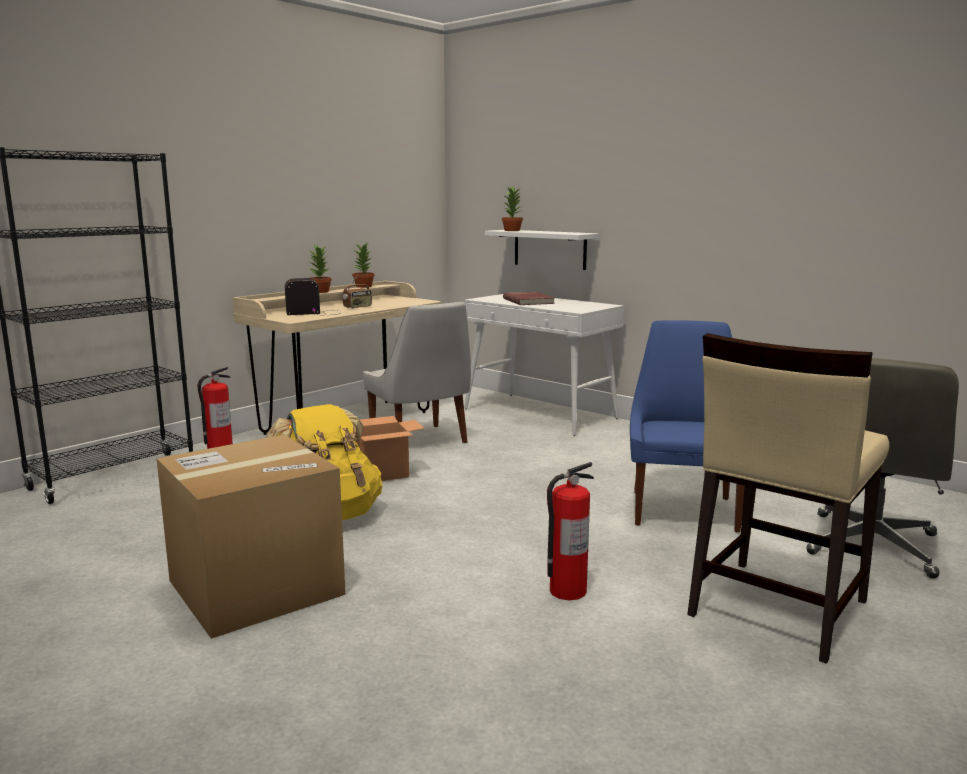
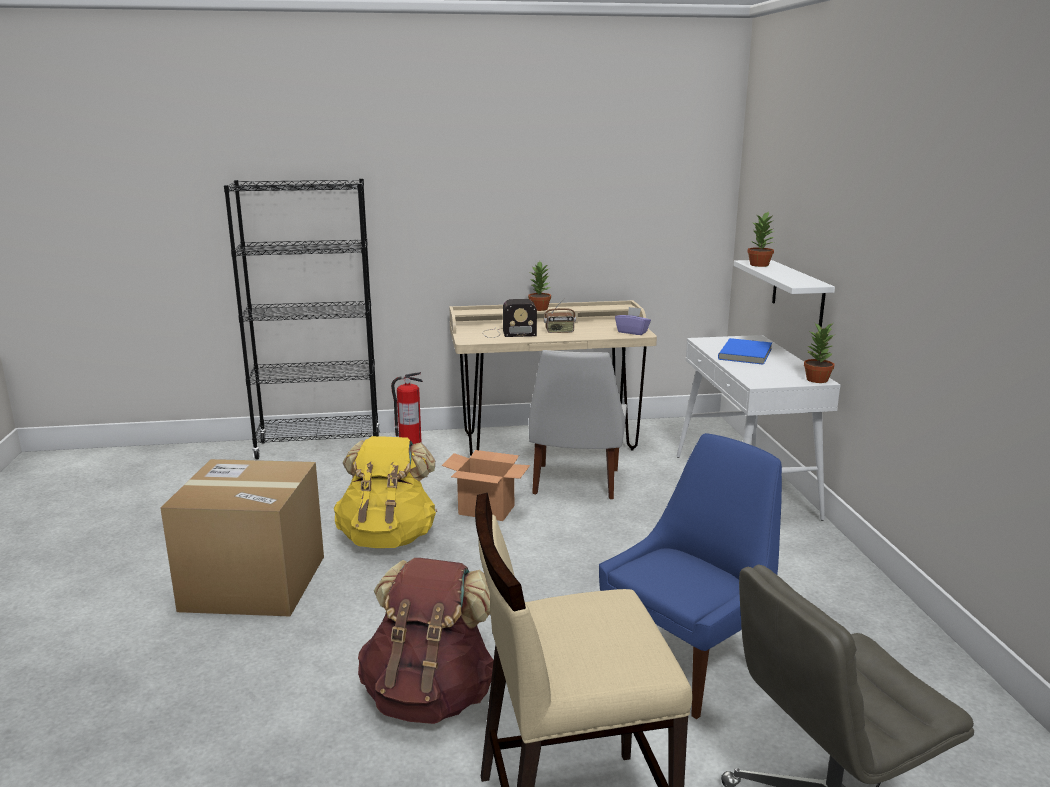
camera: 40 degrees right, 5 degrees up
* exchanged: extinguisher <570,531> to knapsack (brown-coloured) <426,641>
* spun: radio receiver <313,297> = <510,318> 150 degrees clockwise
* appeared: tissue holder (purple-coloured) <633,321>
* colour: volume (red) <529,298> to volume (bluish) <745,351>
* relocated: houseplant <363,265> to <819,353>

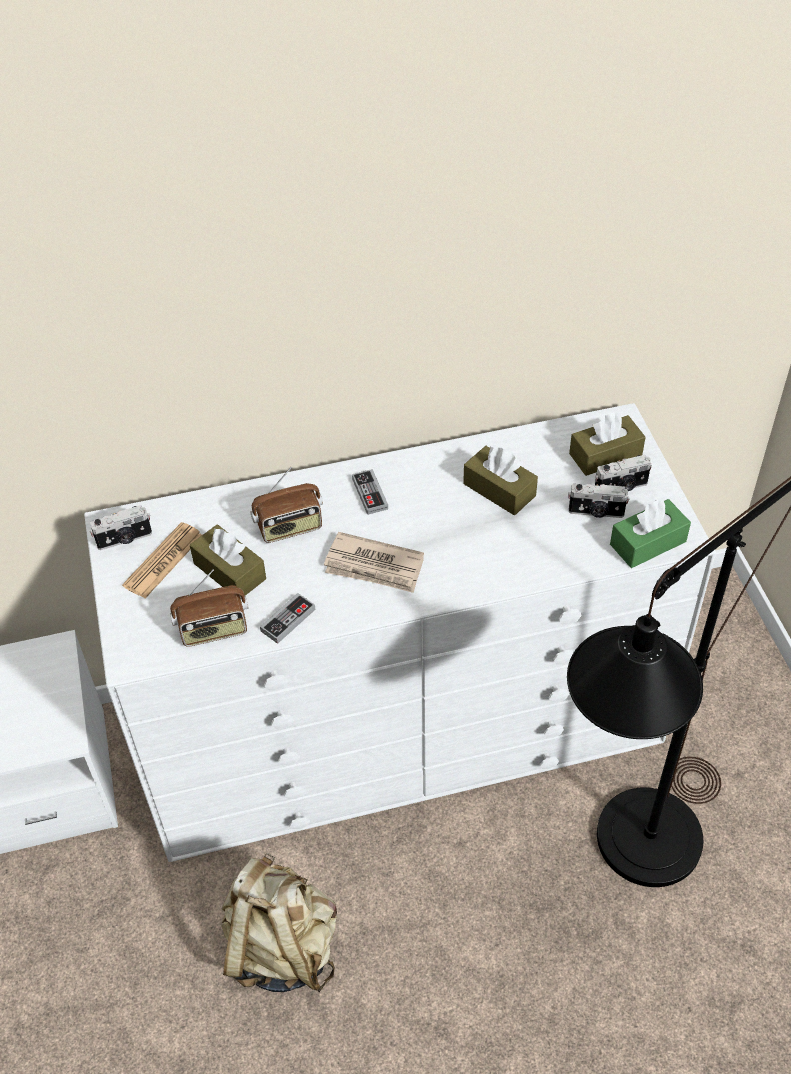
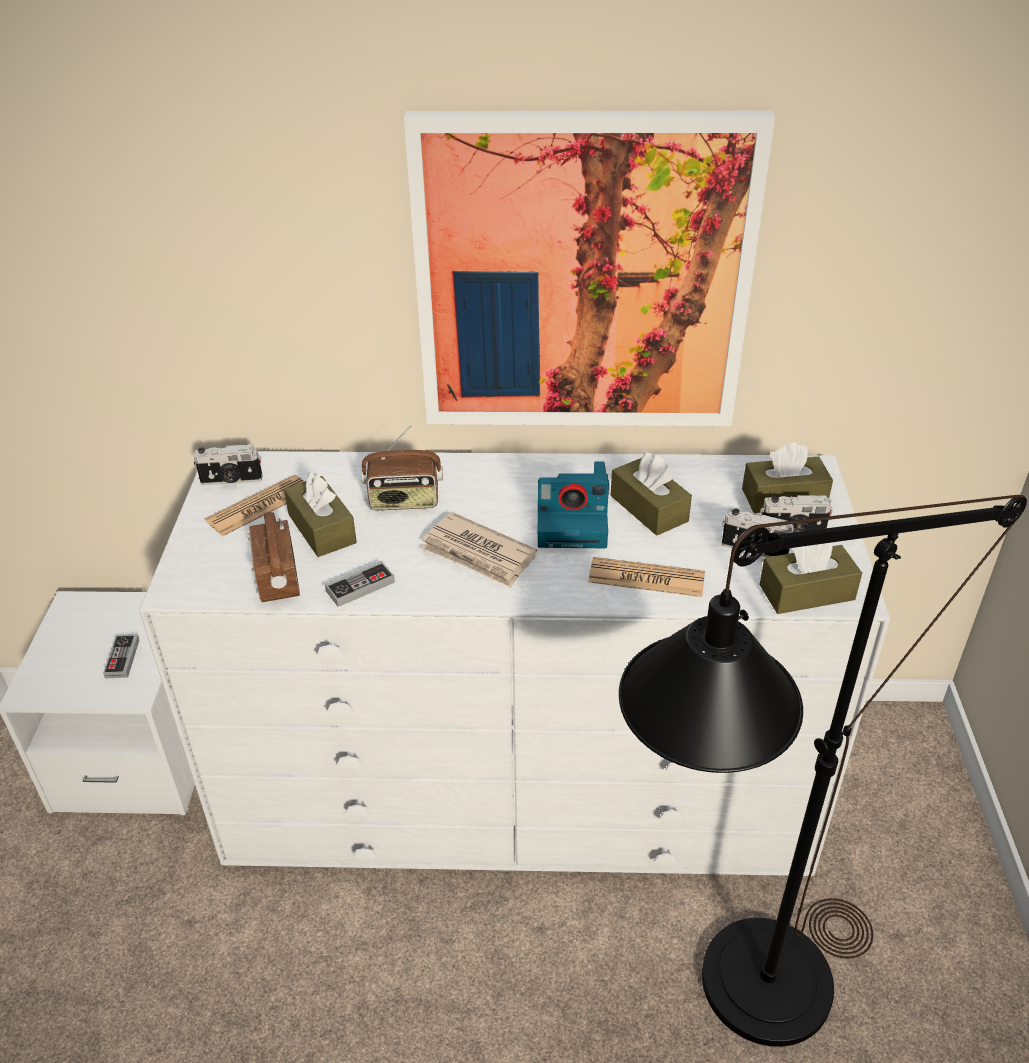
camera: 15 degrees right, 10 degrees down
* relocated: game controller <370,492> to <121,656>
* spun: radio receiver <209,608> = <273,557> 75 degrees clockwise
* appeared: picture <589,268>
* appeared: photo camera <573,504>
* appeared: newspaper <646,577>
* colour: tissue holder (green-coloured) <650,533> to tissue holder (brown-coloured) <810,578>
* missing: knapsack (sand-coloured) <279,922>

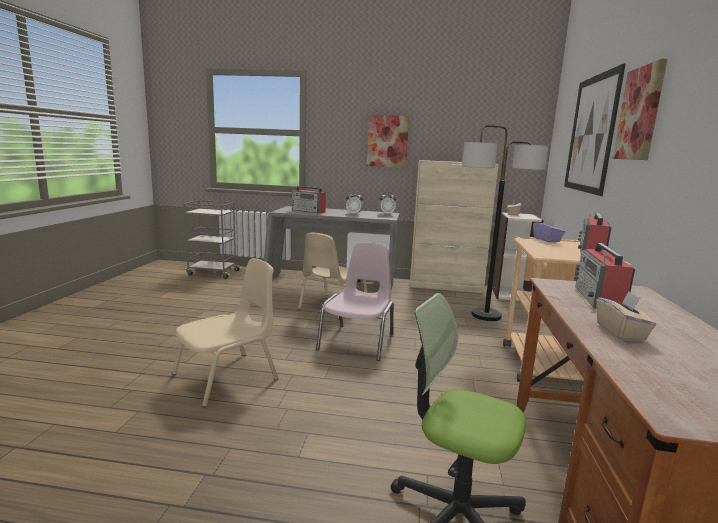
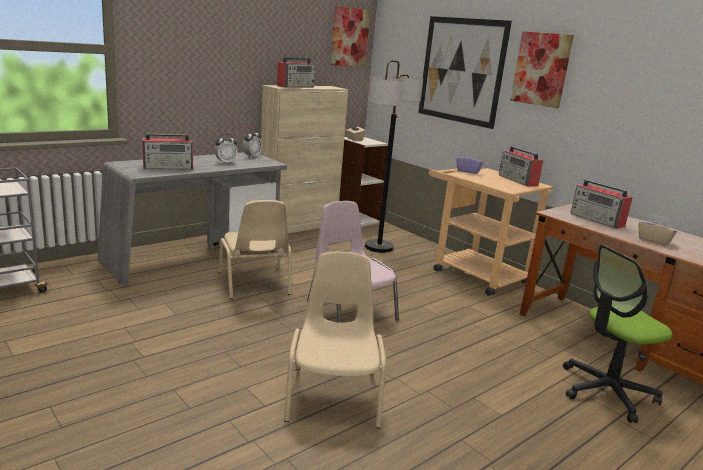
camera: 50 degrees left, 5 degrees up
* appeared: radio receiver <296,73>
* relocated: picture <388,141> to <350,36>

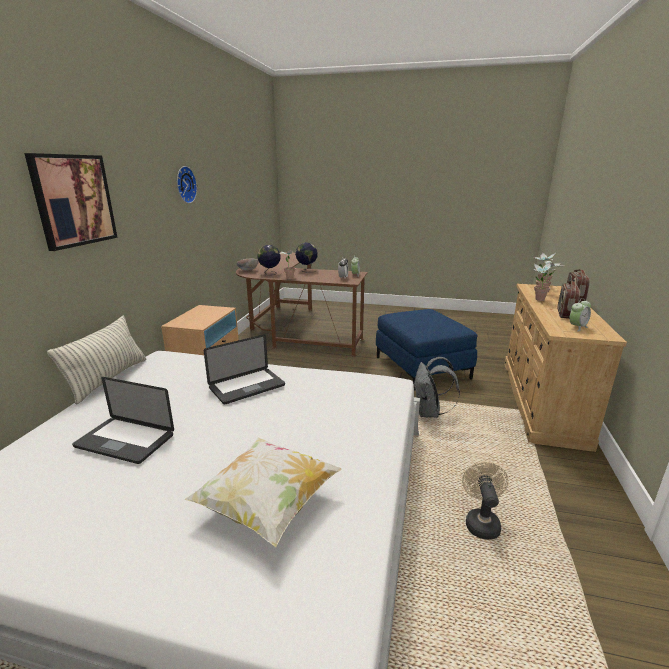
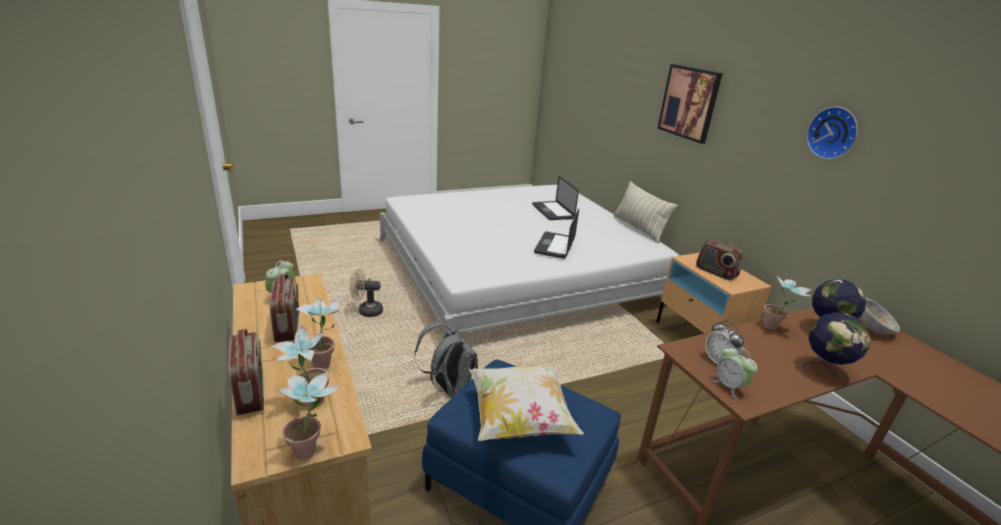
camera: 140 degrees right, 5 degrees up
* spun: fan (sand-coloured) <485,501> = <366,293> 120 degrees clockwise
* relocated: cushion <262,492> to <526,403>
* spun: laptop <123,420> = <555,198> 90 degrees counterclockwise
* appeared: radio receiver <719,260>

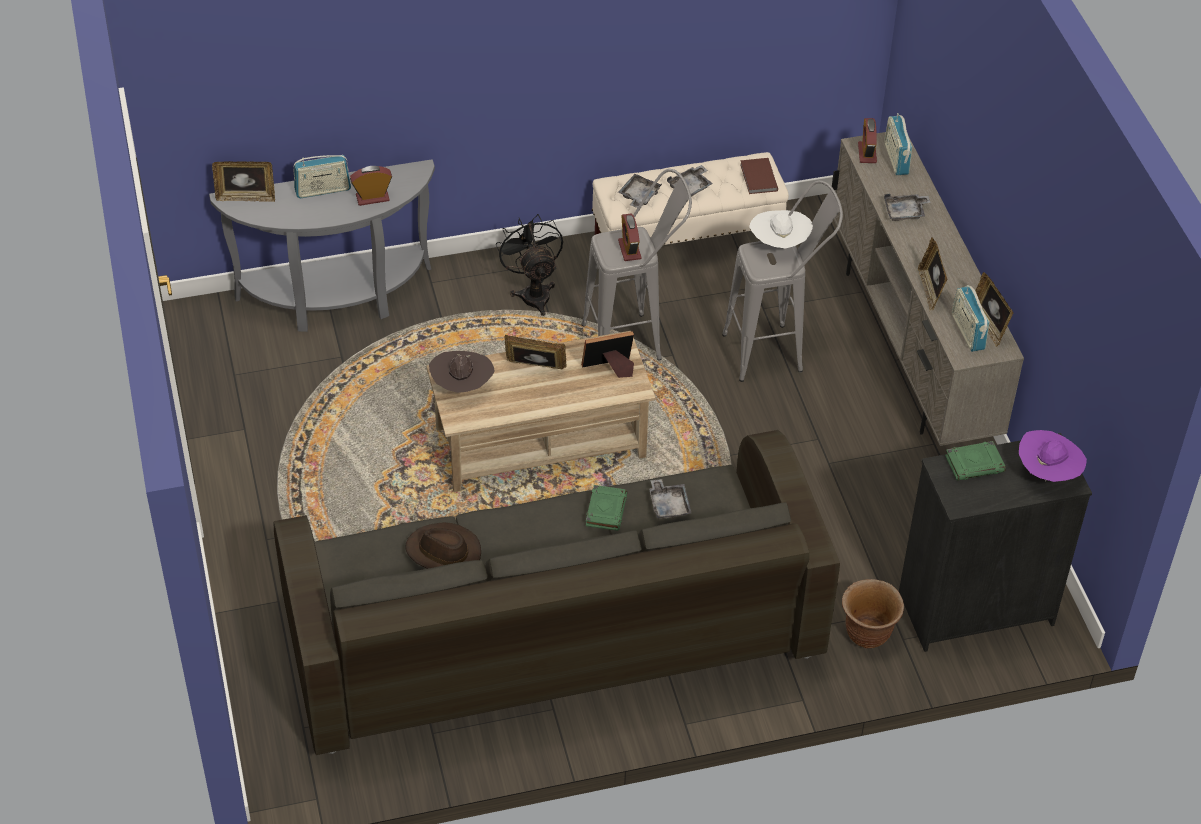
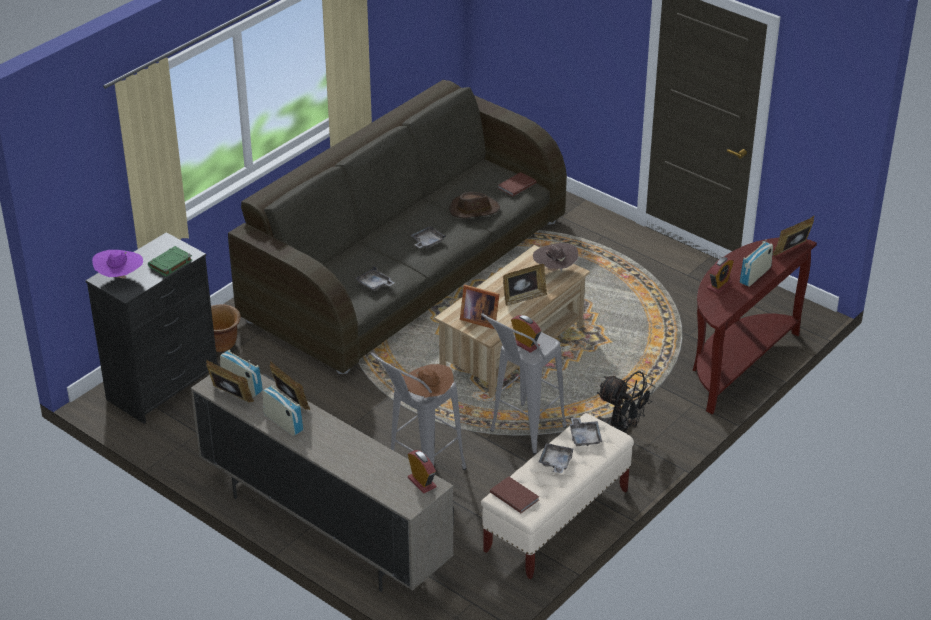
camera: 145 degrees right, 10 degrees down
* relocated: radio receiver <898,144> to <283,410>
* colour: clothing hat (white-coloured) <781,230> to clothing hat (brown-coloured) <429,381>
* relocated: tray (greyish) <907,207> to <428,237>
* spun: standing frame <607,354> = <479,307> 75 degrees clockwise
* appeared: volume (brown-coloured) <517,184>
* colour: console table (greyish) <322,245> to console table (brown-coloured) <755,326>
* missing: volume (green-coloured) <607,508>

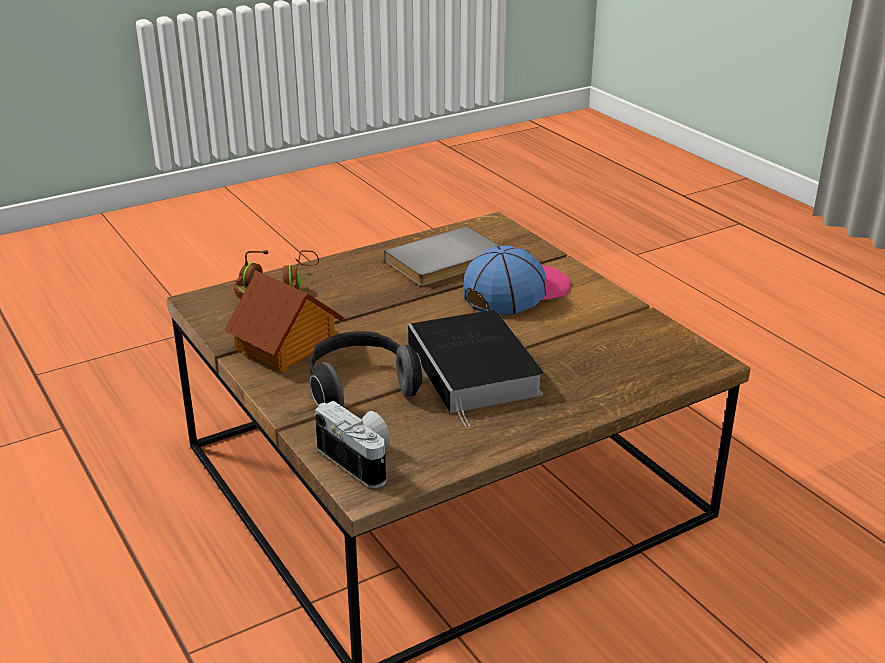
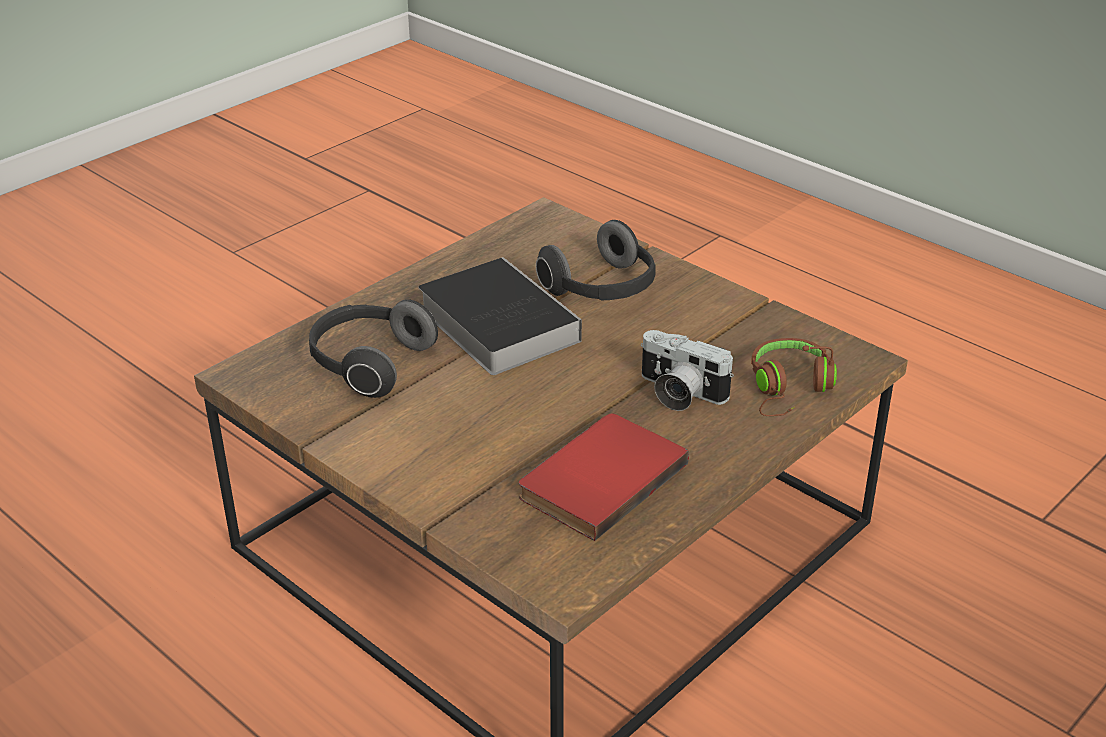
camera: 165 degrees right, 5 degrees up
* appeared: headset <373,348>
* colour: volume (greyish) <441,256> to volume (red) <604,477>
* relocated: photo camera <353,444> to <687,370>
* missing: toy house <284,321>
* missing: peaked cap <517,280>

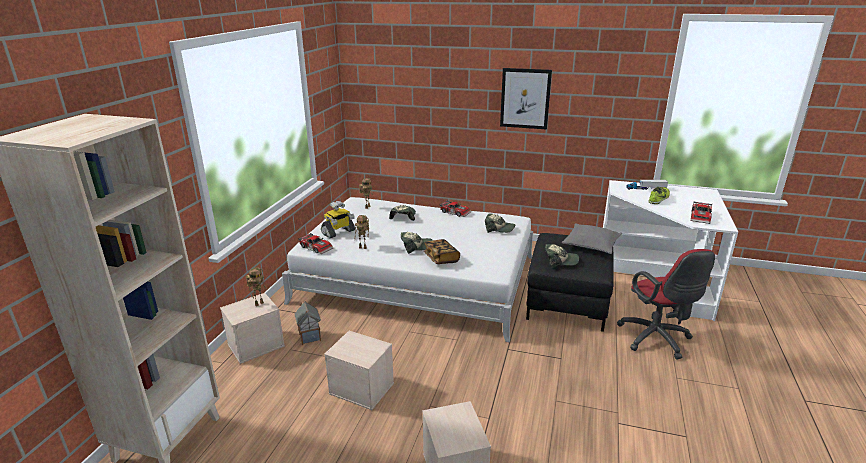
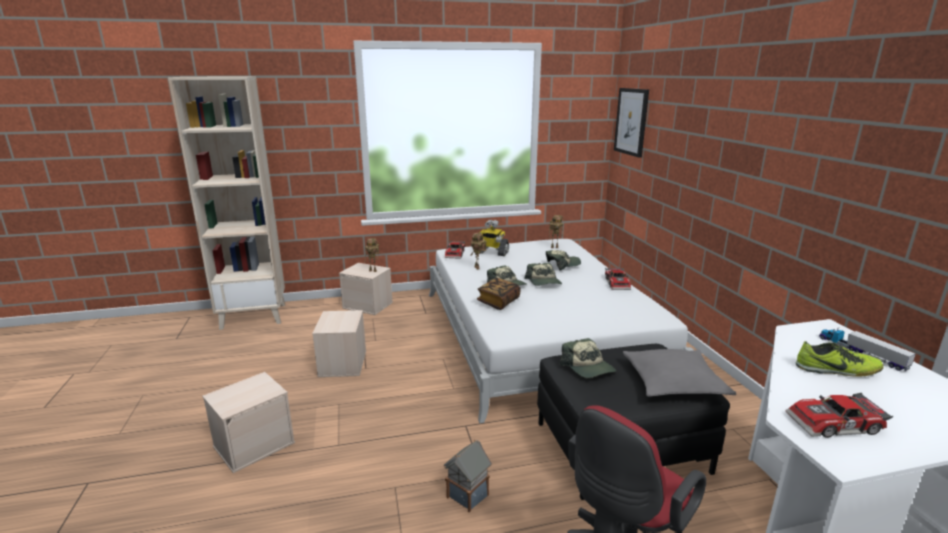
camera: 60 degrees right, 5 degrees down
* relocated: toy house <308,323> to <468,476>
* relocated: peaked cap <500,223> to <543,274>
* relocated: picture <526,99> to <631,123>

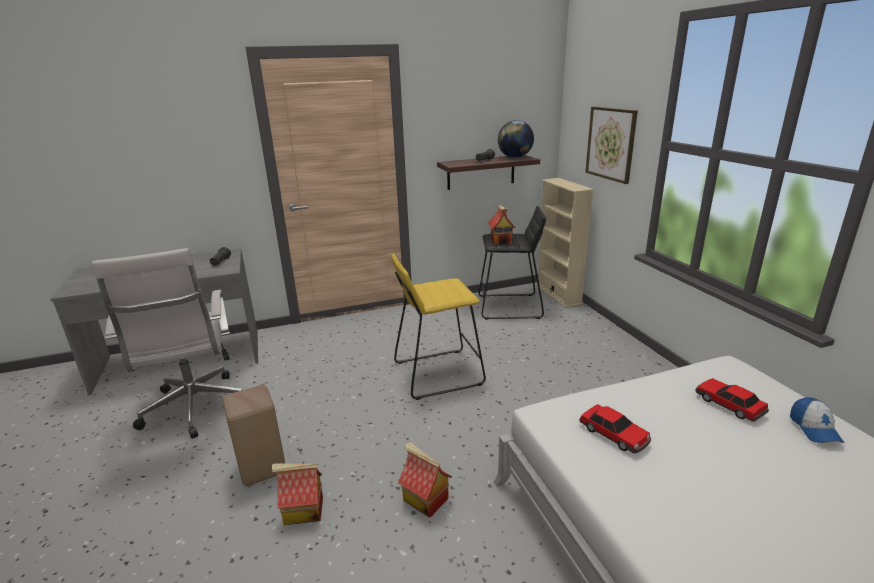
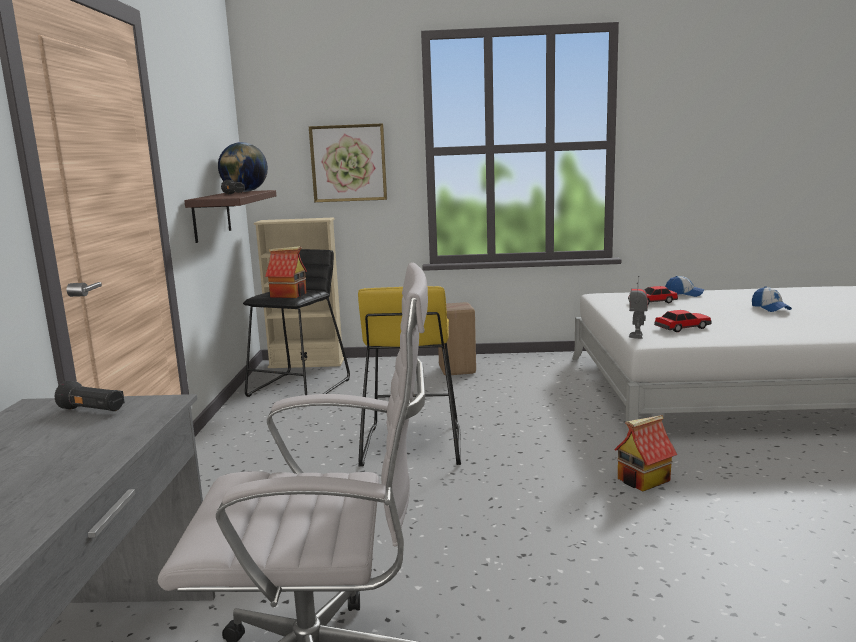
camera: 70 degrees left, 10 degrees down
* relocated: stool seat (sand-coloured) <253,435> to <457,338>
* appeared: model robot <638,307>
* appeared: peaked cap <772,299>
* missing: toy house <297,494>

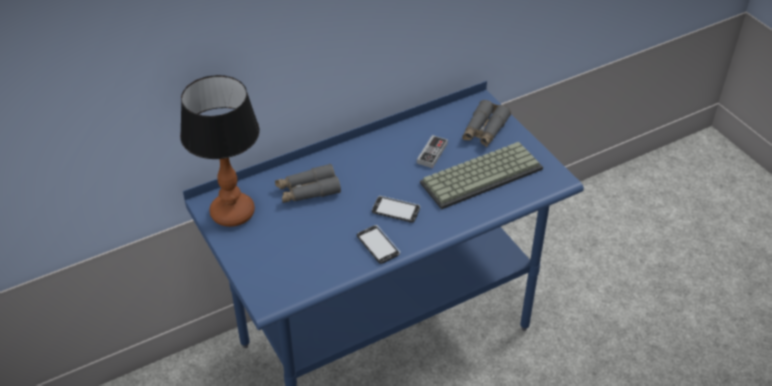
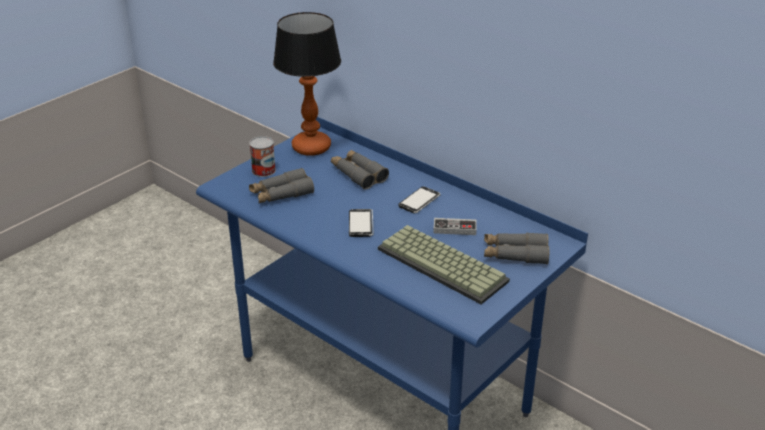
camera: 70 degrees right, 10 degrees down
* appeared: can <262,156>
* appeared: pair of binoculars (greyish) <281,185>
* relocated: telephone <378,244> to <419,200>

